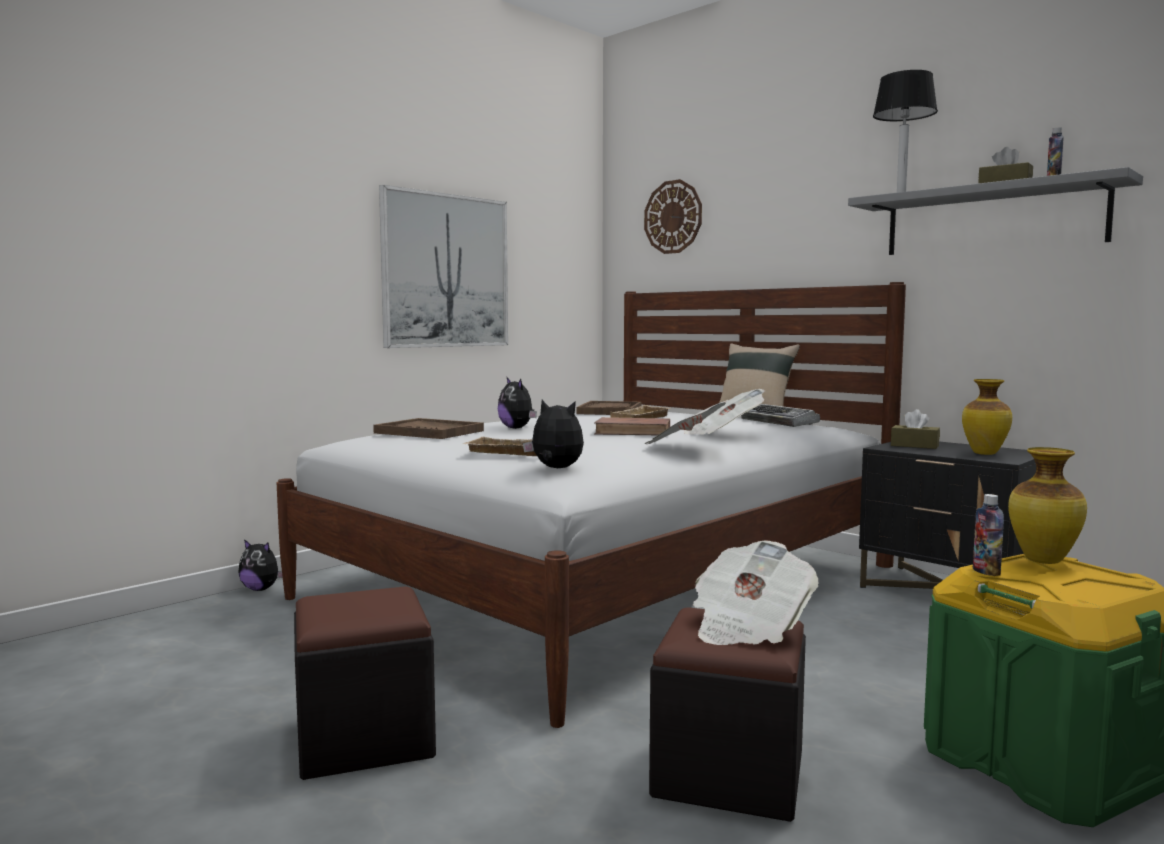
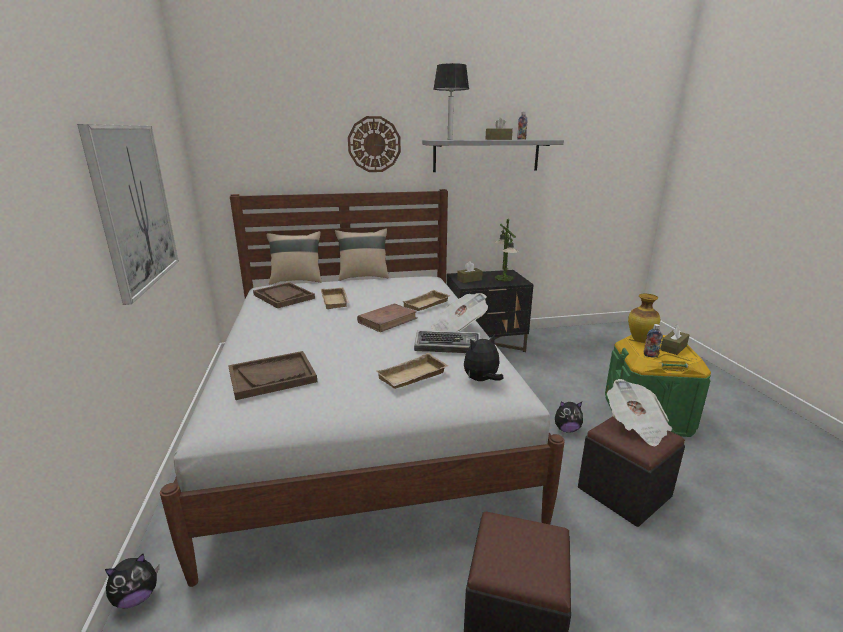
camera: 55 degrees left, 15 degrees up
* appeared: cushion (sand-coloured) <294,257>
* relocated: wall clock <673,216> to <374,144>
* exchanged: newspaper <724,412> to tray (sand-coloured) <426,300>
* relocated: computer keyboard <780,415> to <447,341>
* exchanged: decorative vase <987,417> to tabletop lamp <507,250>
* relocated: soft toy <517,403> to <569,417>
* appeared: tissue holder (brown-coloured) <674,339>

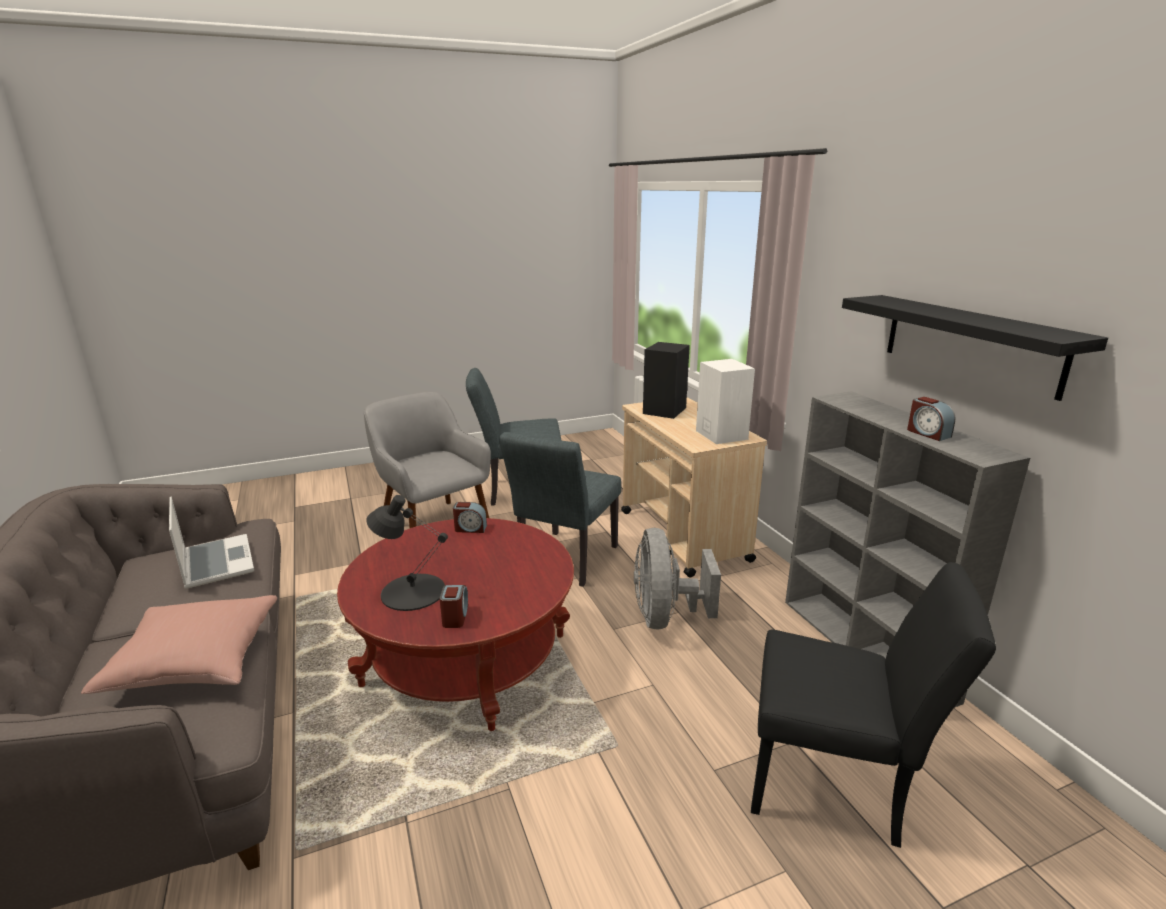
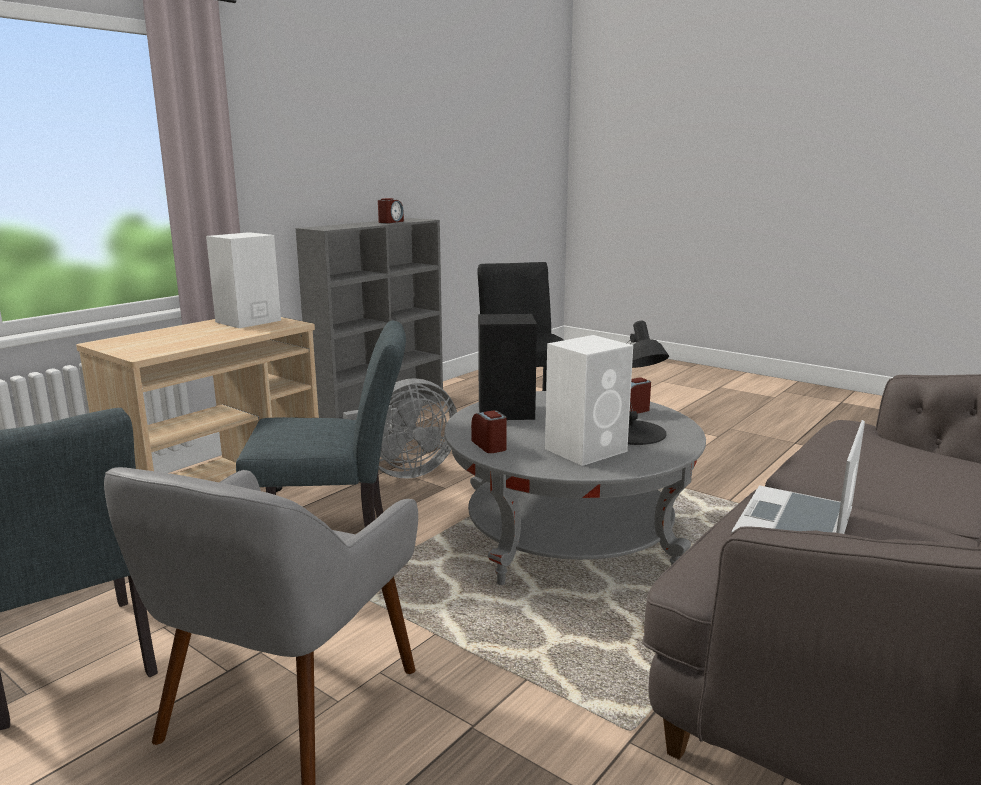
camera: 120 degrees left, 5 degrees down
* colour: coffee table (red) <455,624> to coffee table (greyish) <575,488>
* relocated: loudspeaker (black-coloured) <666,380> to <507,367>
* appeared: loudspeaker (white-coloured) <589,400>
* missing: cushion (pink) <179,644>
* missing: wall shelf (black-coloured) <975,348>

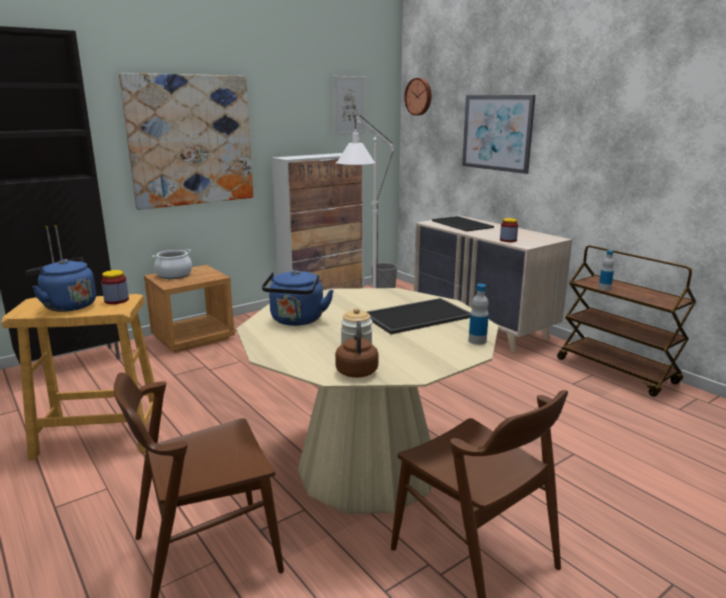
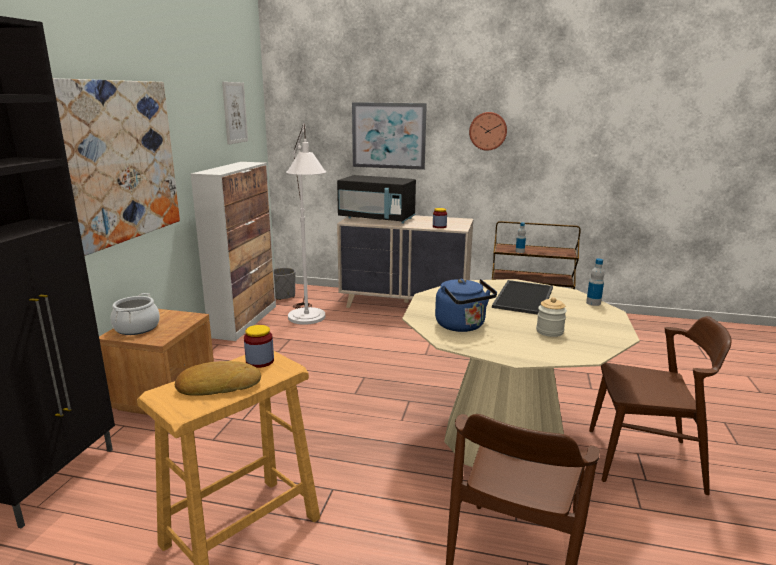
camera: 40 degrees left, 0 degrees up
* exchanged: kettle (bluish) <60,284> to baked bread <218,378>
* exchanged: tray <463,224> to kitchen microwave (black-coloured) <376,199>
* relocated: wall clock <417,97> to <488,131>
* missing: kettle (brown-coloured) <356,349>

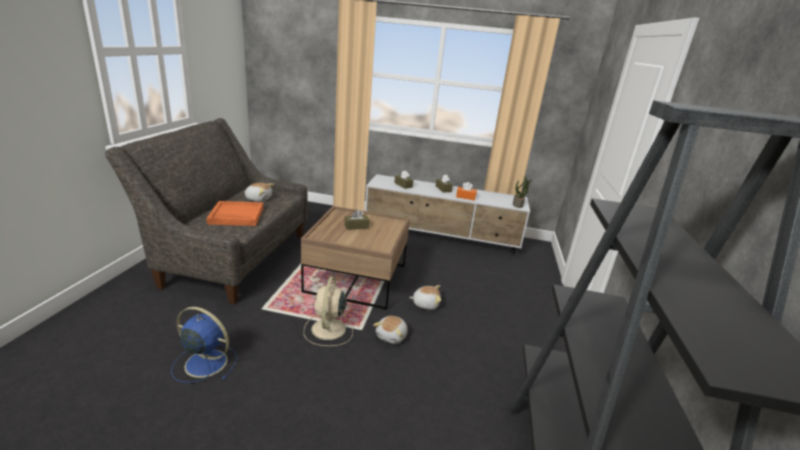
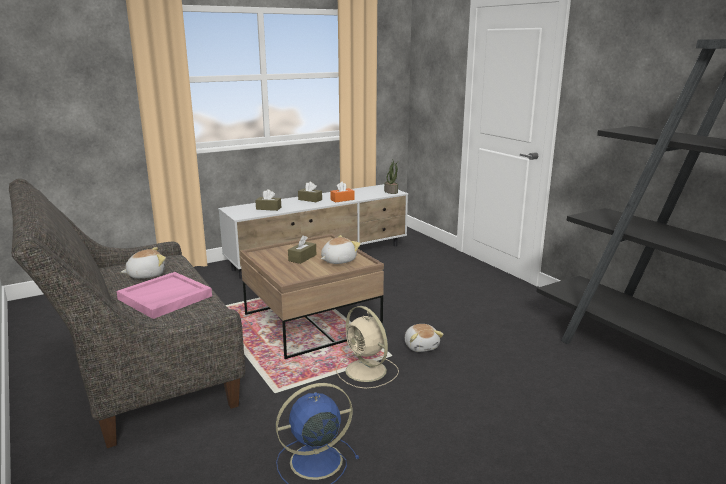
camera: 40 degrees left, 5 degrees down
* colour: tray (orange) <235,213> to tray (pink) <164,295>
* relocated: soft toy <425,297> to <341,249>

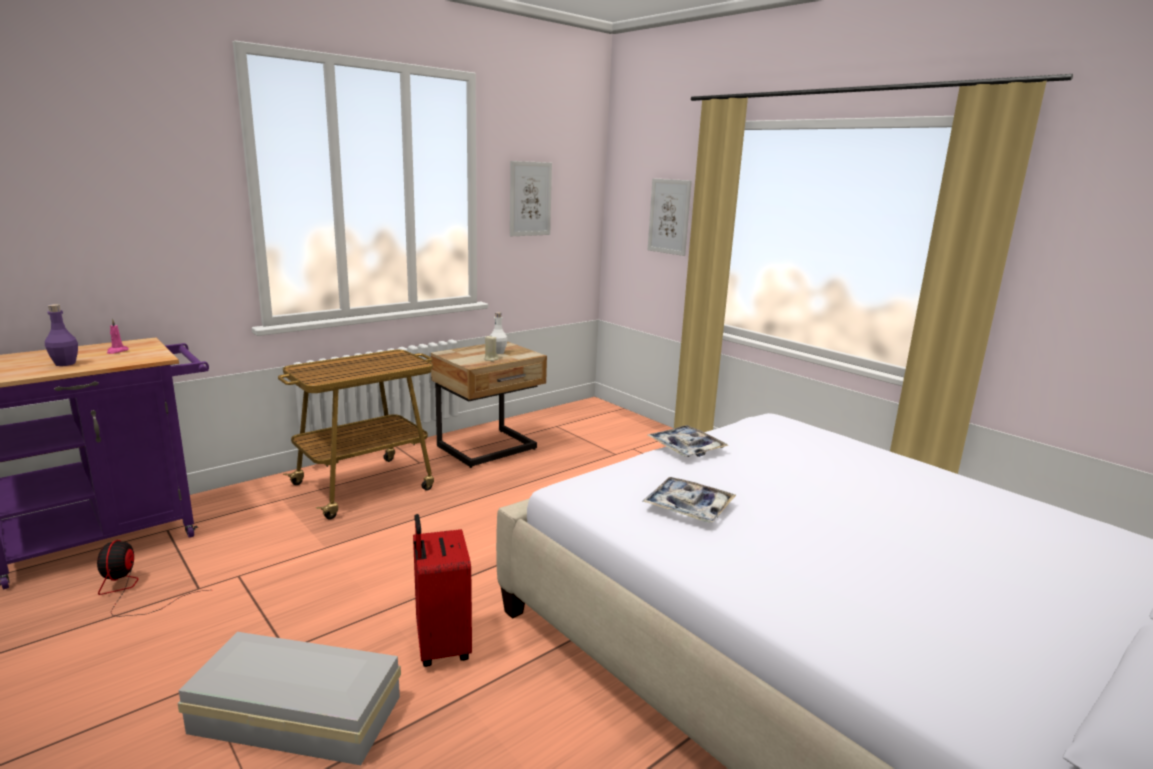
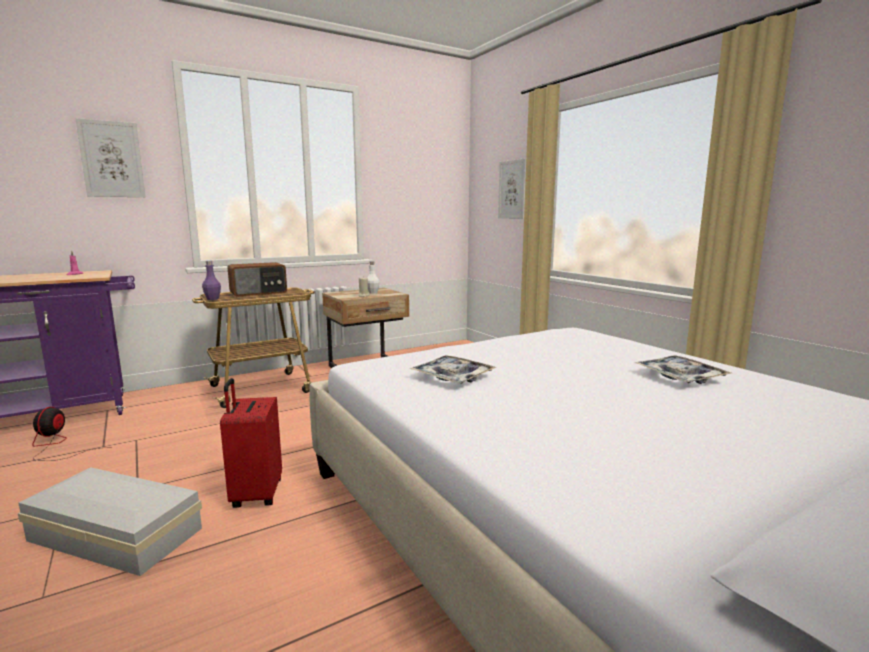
camera: 10 degrees right, 5 degrees down
* relocated: picture <531,198> to <110,157>
* relocated: drink bottle (purple-coloured) <61,335> to <211,280>
* appeared: radio receiver <257,279>
* relocated: tray <687,441> to <683,369>

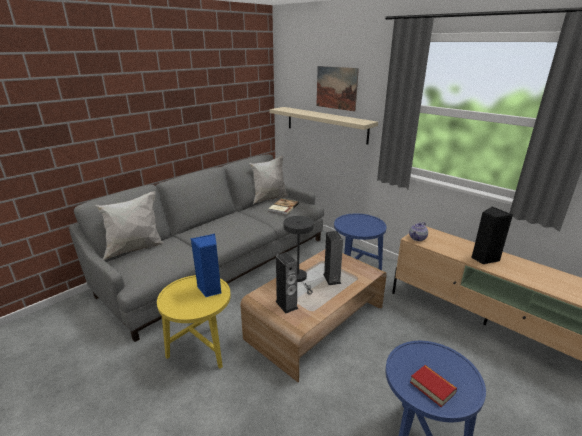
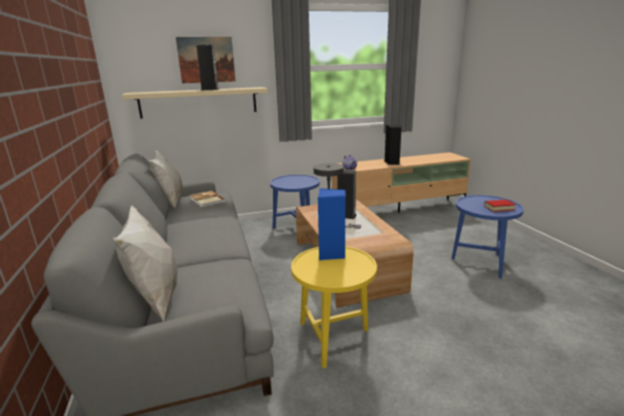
camera: 60 degrees left, 5 degrees down
* relocated: loudspeaker <286,282> to <207,67>

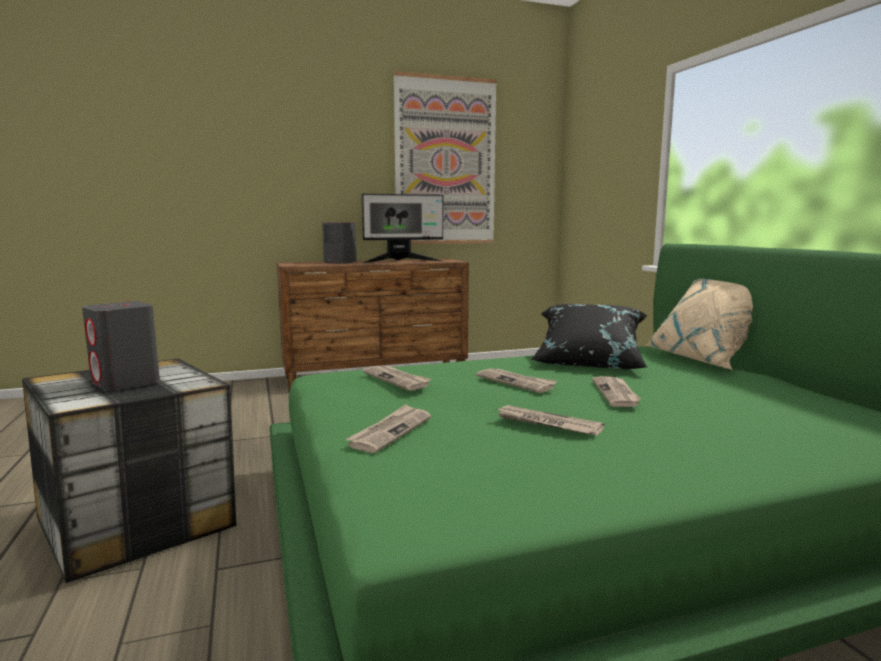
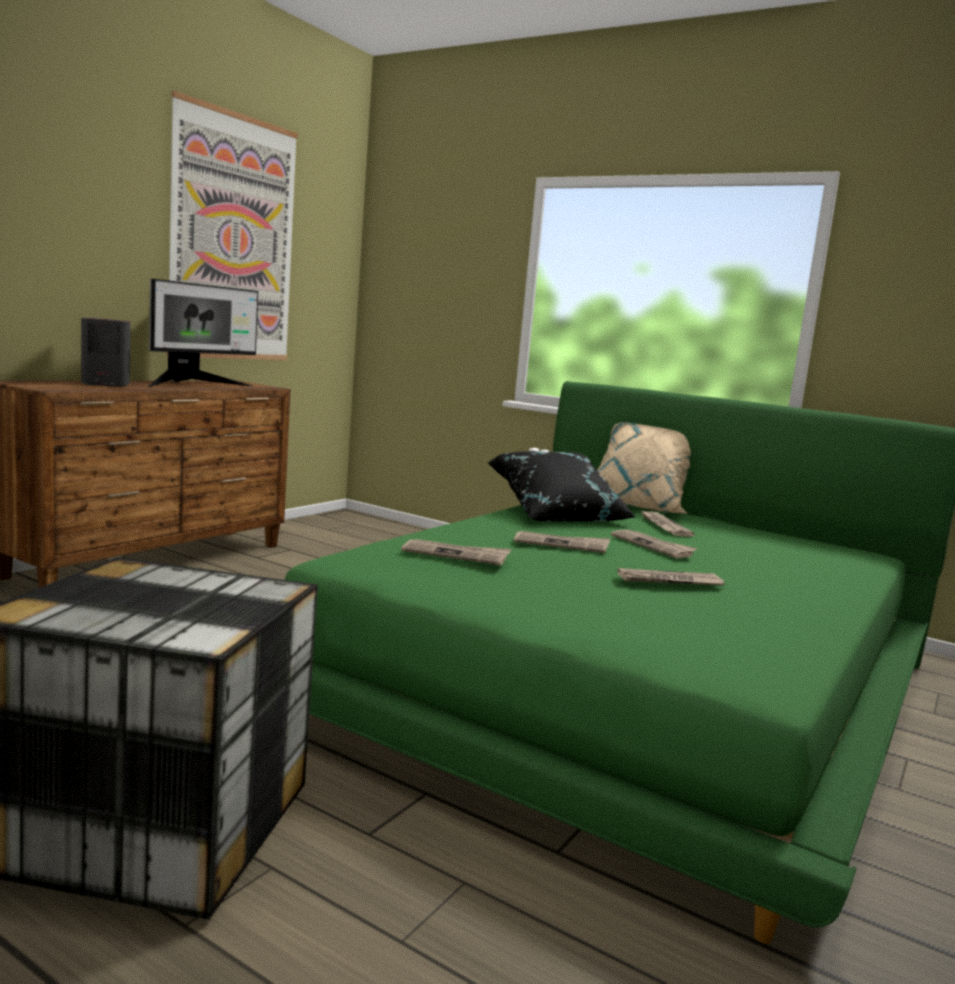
camera: 40 degrees left, 0 degrees up
* relocated: newspaper <388,428> to <668,523>
* missing: loudspeaker (greyish) <121,346>

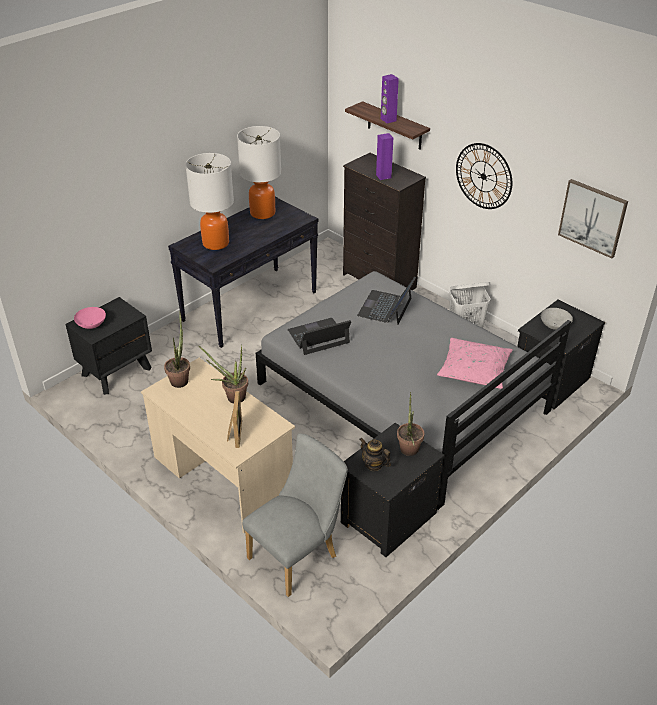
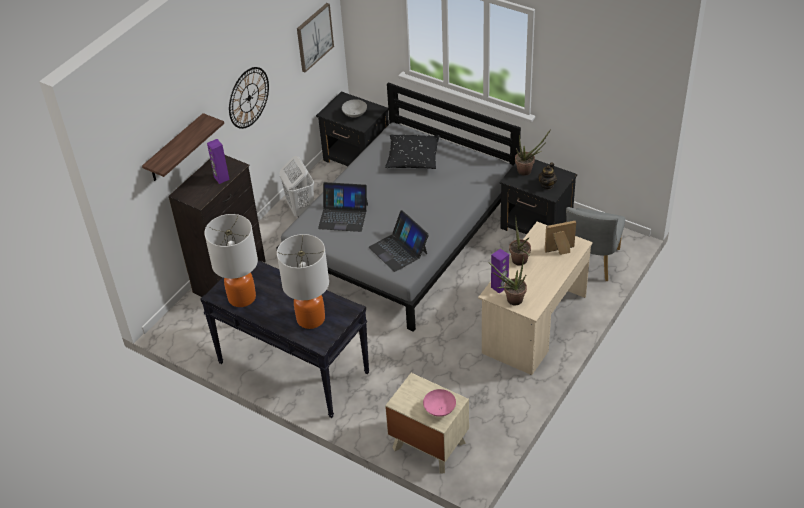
camera: 100 degrees left, 5 degrees up
* colour: cushion (pink) <475,363> to cushion (black-coloured) <412,152>
* colour: night table (black-coloured) <108,346> to night table (sand-coloured) <427,423>
* relocated: loudspeaker (purple-coloured) <390,99> to <500,271>
* spun: upright chair (greyish) <295,515> = <595,244> 105 degrees counterclockwise

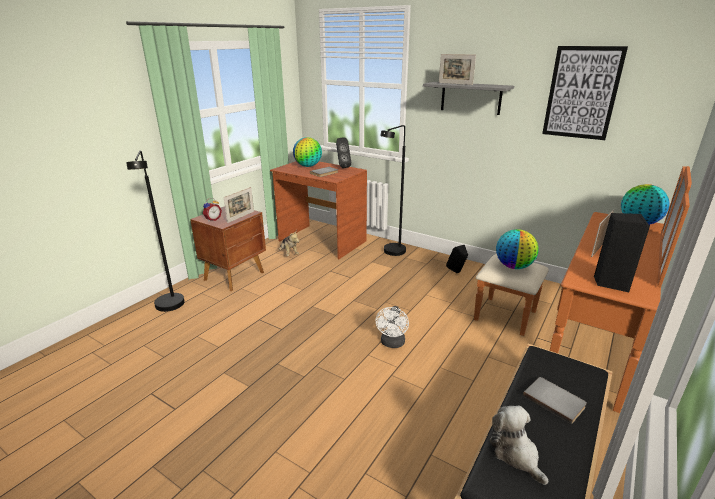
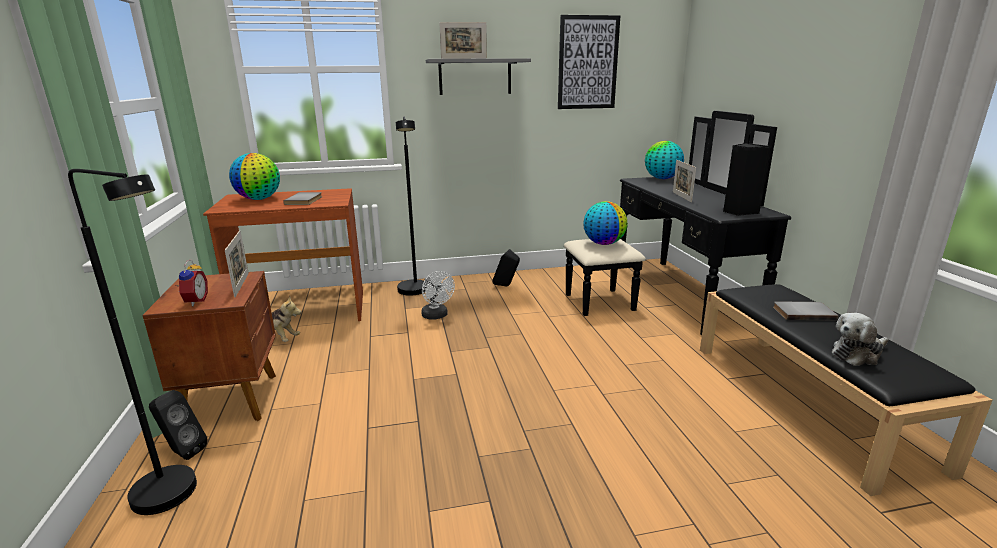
camera: 45 degrees left, 5 degrees down
* relocated: loudspeaker (black-coloured) <343,153> to <178,425>
* relocated: fan (white-coloured) <392,327> to <438,295>
* colour: drawer chest (orange) <583,289> to drawer chest (black-coloured) <677,223>
* spun: soft toy <519,445> = <860,339> 45 degrees counterclockwise

